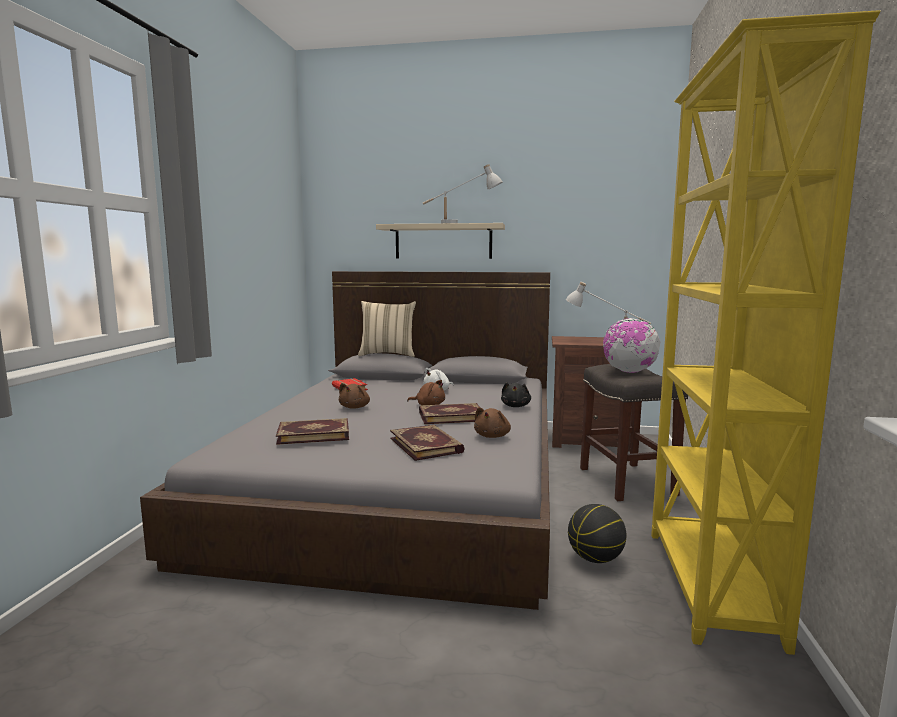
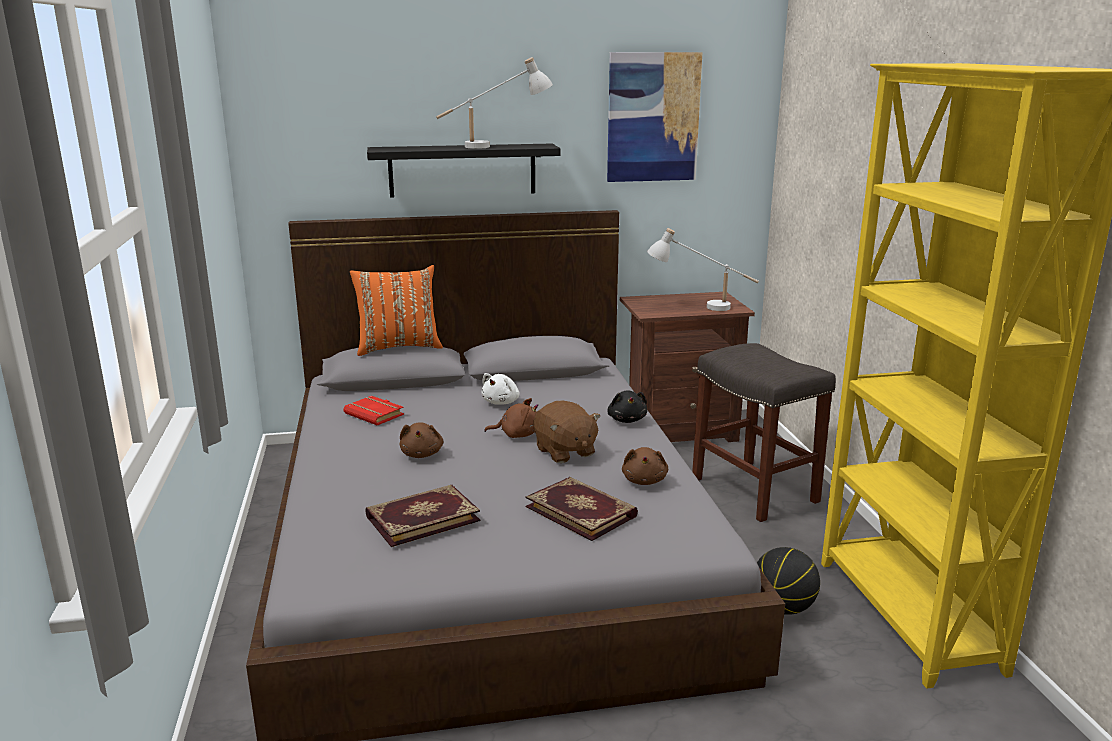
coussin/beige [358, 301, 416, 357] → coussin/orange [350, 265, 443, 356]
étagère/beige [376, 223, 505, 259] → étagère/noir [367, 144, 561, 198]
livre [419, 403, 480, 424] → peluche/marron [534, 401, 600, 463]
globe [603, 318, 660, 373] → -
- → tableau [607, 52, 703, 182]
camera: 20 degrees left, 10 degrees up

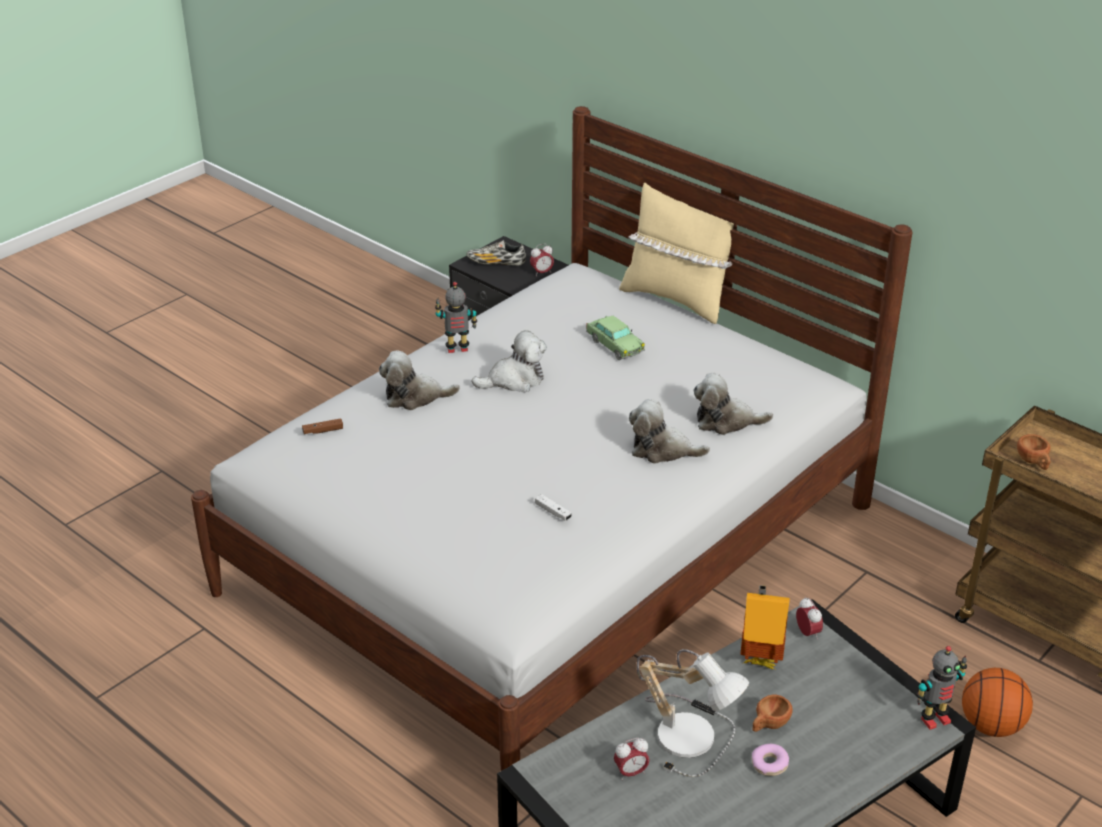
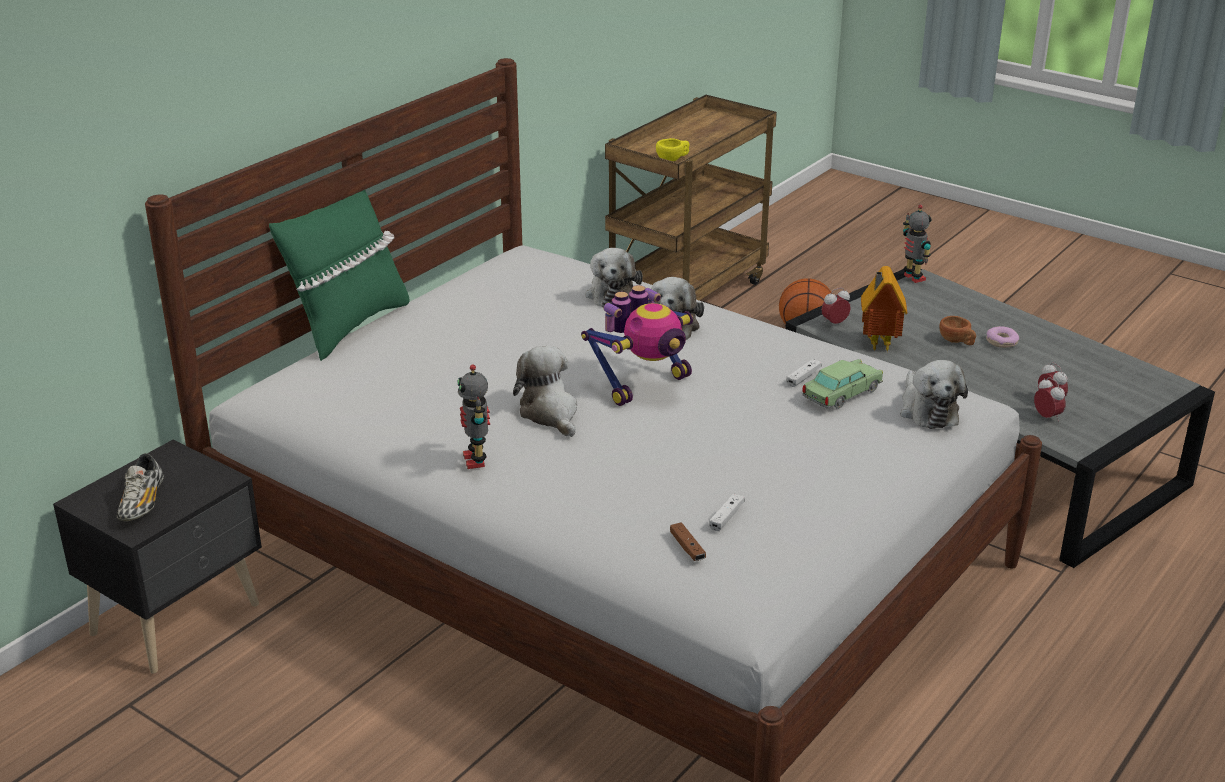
peluche [379, 350, 460, 410] → peluche [900, 360, 968, 429], relocated
réveil [530, 244, 554, 275] → réveil [1034, 377, 1066, 422], relocated
petite voiture [586, 316, 645, 360] → petite voiture [802, 359, 883, 409], relocated
coussin/beige [619, 183, 734, 324] → coussin/vert [269, 190, 410, 361]
lampe de table [637, 649, 749, 777] → -
tasse/marron [1017, 434, 1050, 470] → tasse/jaune [656, 138, 690, 161]
- → robot jouet [581, 285, 693, 406]
- → manette/blanc [709, 493, 744, 531]
camera: 95 degrees left, 5 degrees down

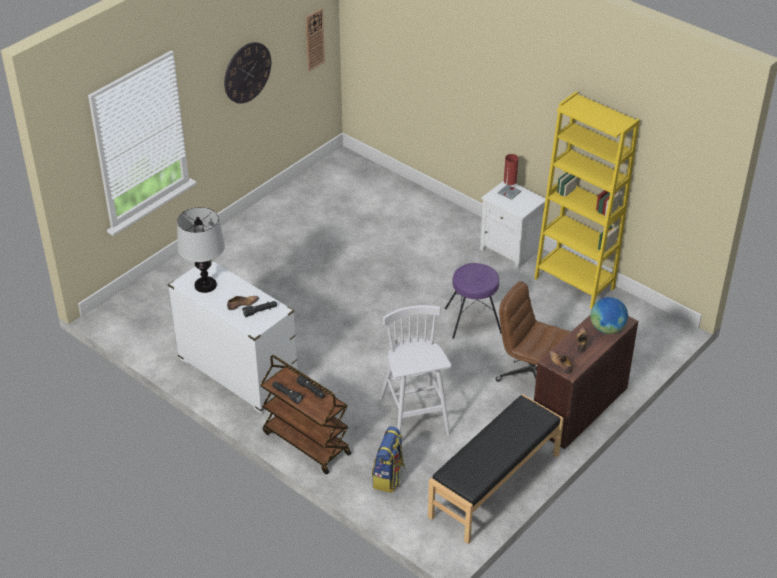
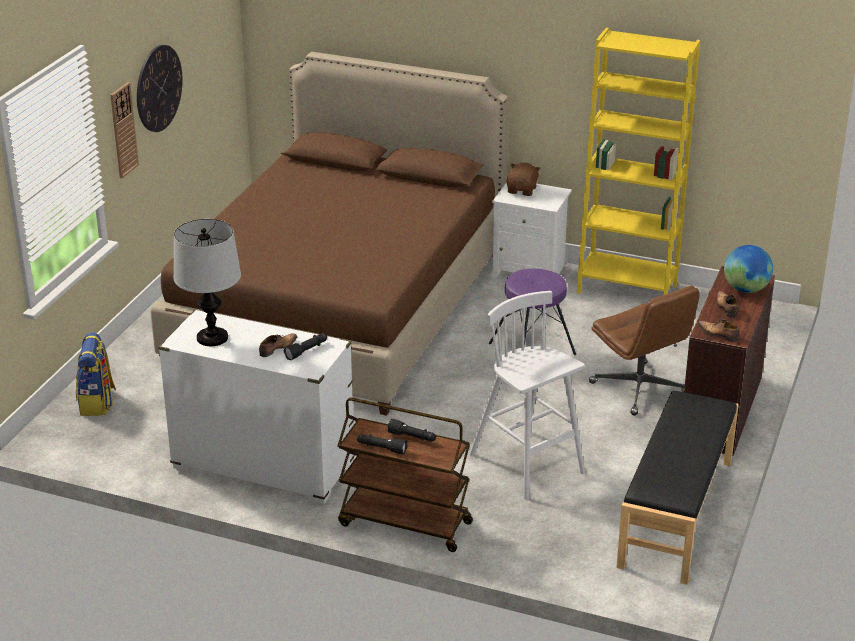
horloge murale [306, 8, 325, 71] → horloge murale [110, 82, 139, 178], relocated
sac à dos [372, 426, 406, 493] → sac à dos [76, 332, 116, 416], relocated
chaise de bureau/marron [495, 281, 571, 382] → chaise de bureau/marron [589, 285, 700, 415], 135 degrees counterclockwise
lampe de table/rouge [498, 154, 521, 200] → peluche/marron [506, 162, 541, 196]
- → lit/marron [150, 52, 508, 416]
camera: 20 degrees left, 10 degrees down

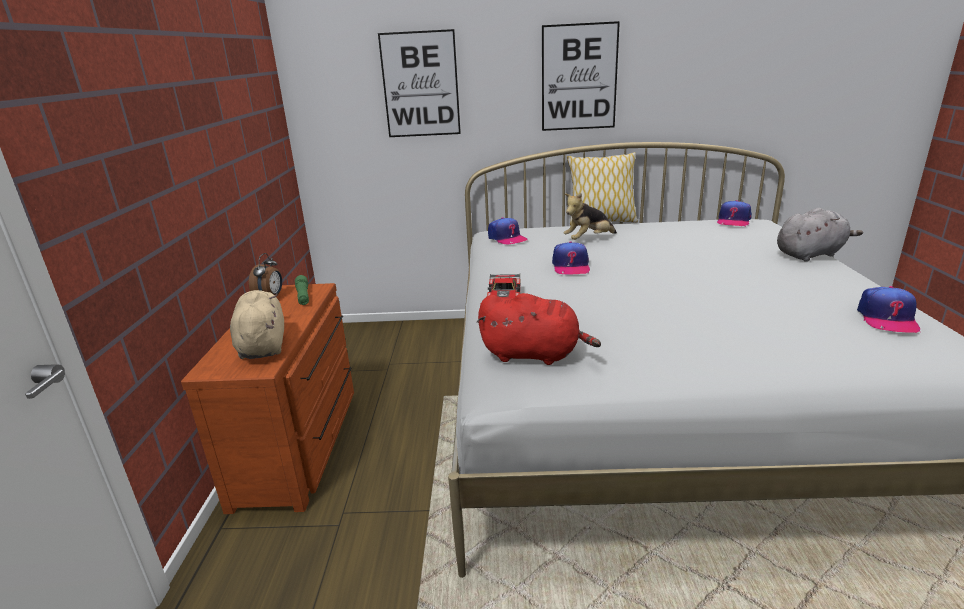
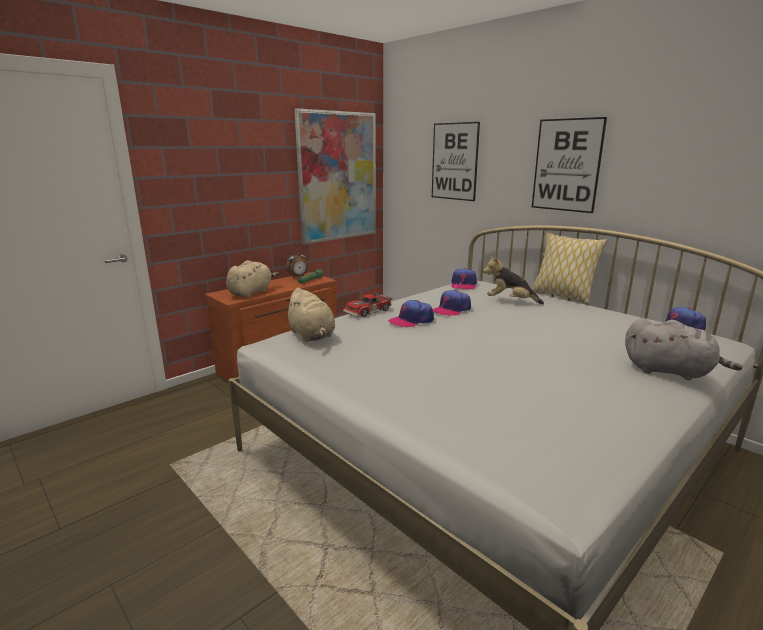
peluche/rouge [477, 293, 601, 365] → peluche/beige [285, 288, 335, 342]
casquette [857, 286, 921, 333] → casquette [388, 300, 434, 327], relocated
- → tableau [295, 108, 376, 245]
camera: 45 degrees right, 5 degrees down

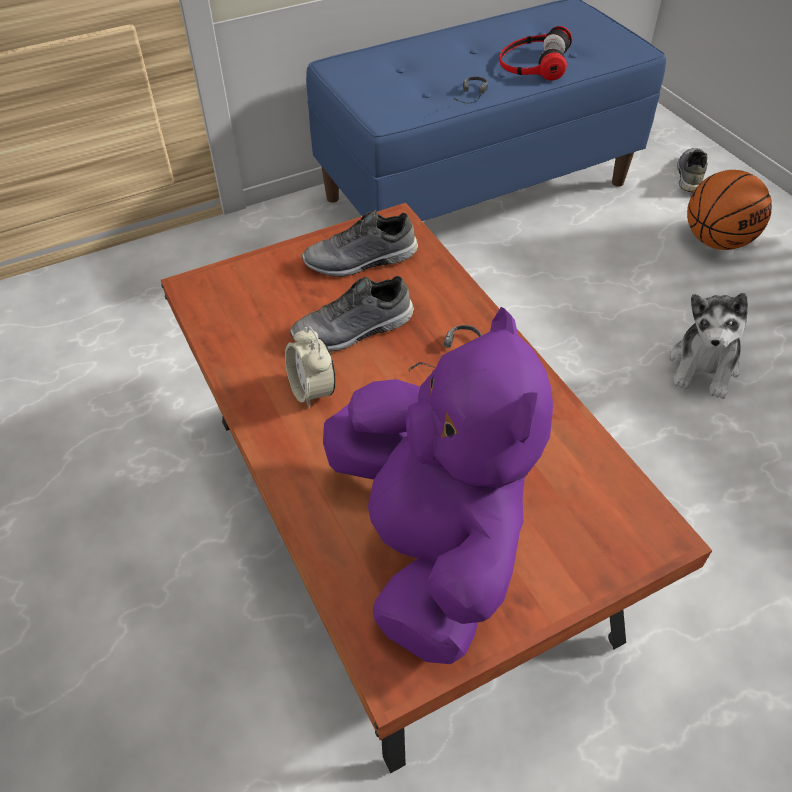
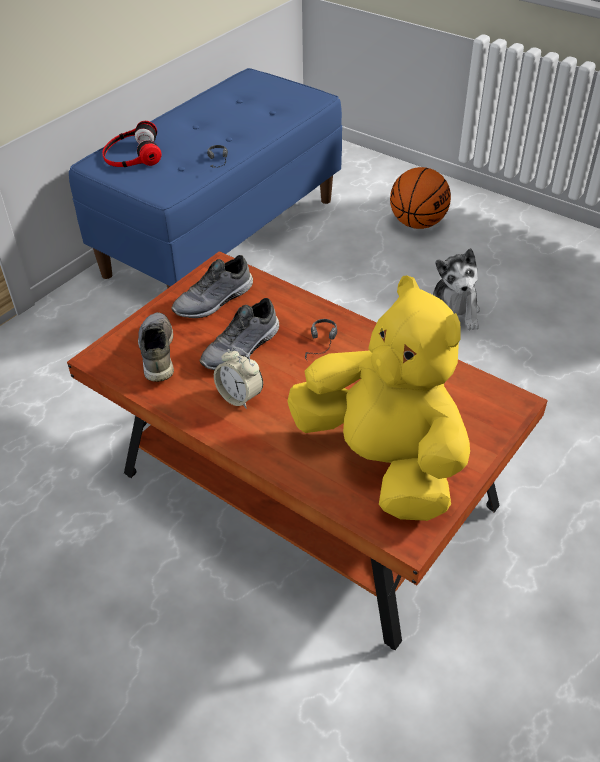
peluche/violet [323, 307, 553, 664] → peluche/jaune [287, 275, 470, 521]
casque audio [499, 26, 572, 81] → casque audio [102, 121, 162, 167], relocated
chaussure/gris [677, 148, 707, 192] → chaussure/gris [138, 312, 174, 382], relocated
camera: 25 degrees left, 5 degrees down

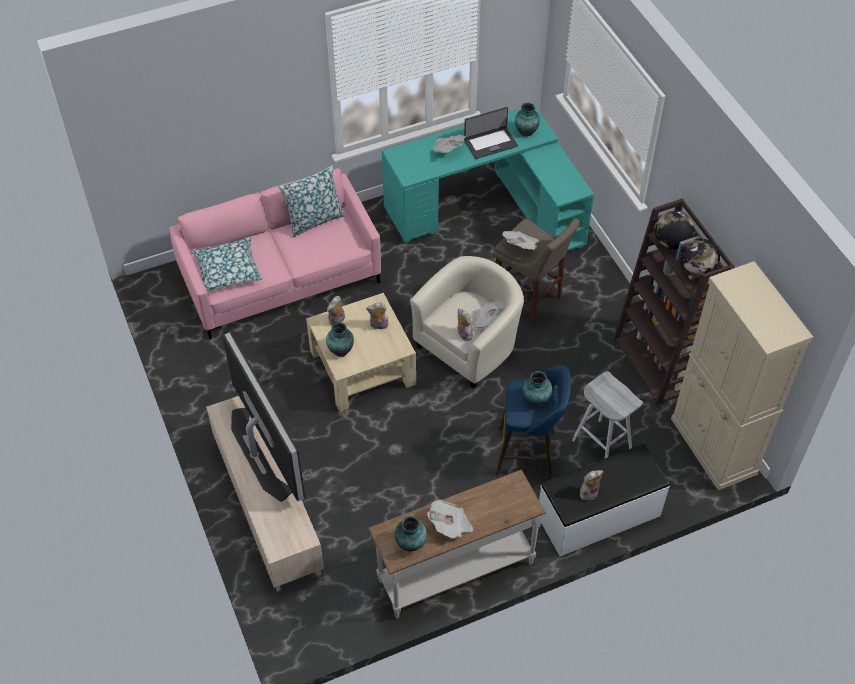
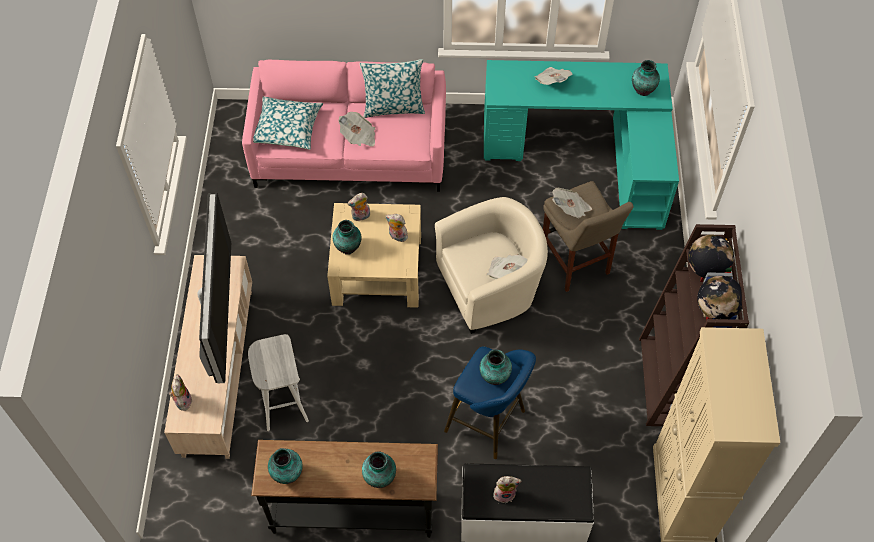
table console/blanc [368, 469, 546, 619] → table console/noir [251, 440, 438, 538]
journal [427, 499, 473, 539] → journal [338, 112, 375, 147], relocated
peluche [457, 309, 473, 341] → peluche [169, 374, 192, 411], relocated
ordinateur portable [464, 107, 518, 159] → -
tabouret/blanc [572, 371, 643, 458] → tabouret/blanc [248, 334, 309, 431], relocated
- → vase [362, 451, 396, 488]
camera: 25 degrees right, 5 degrees up

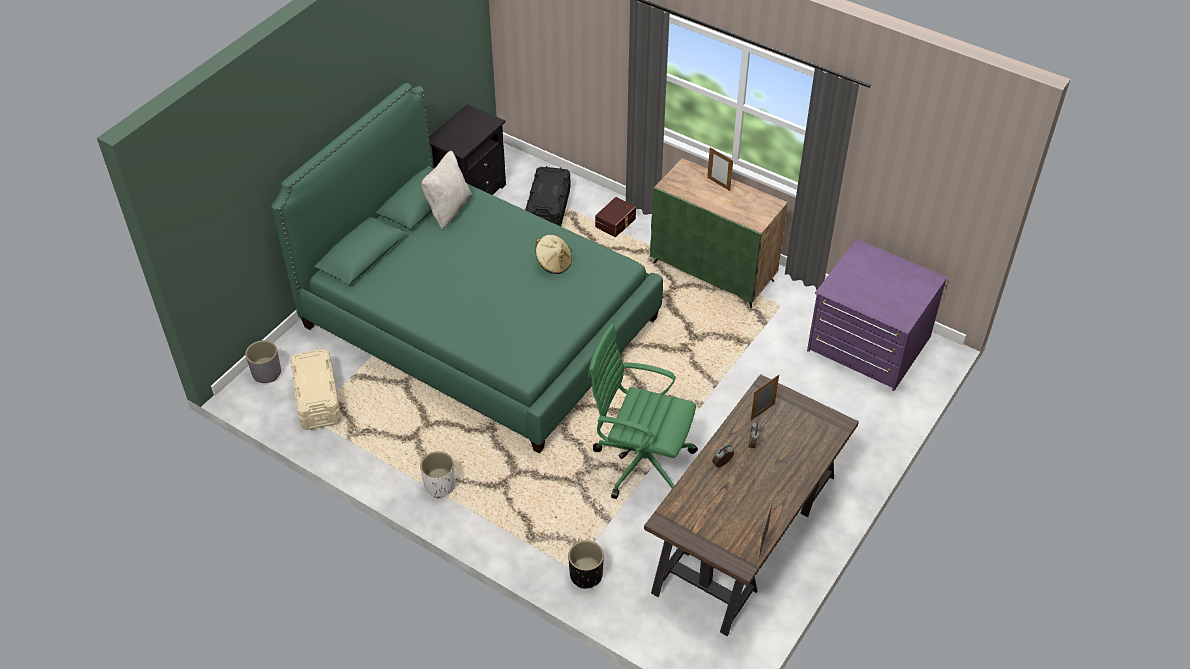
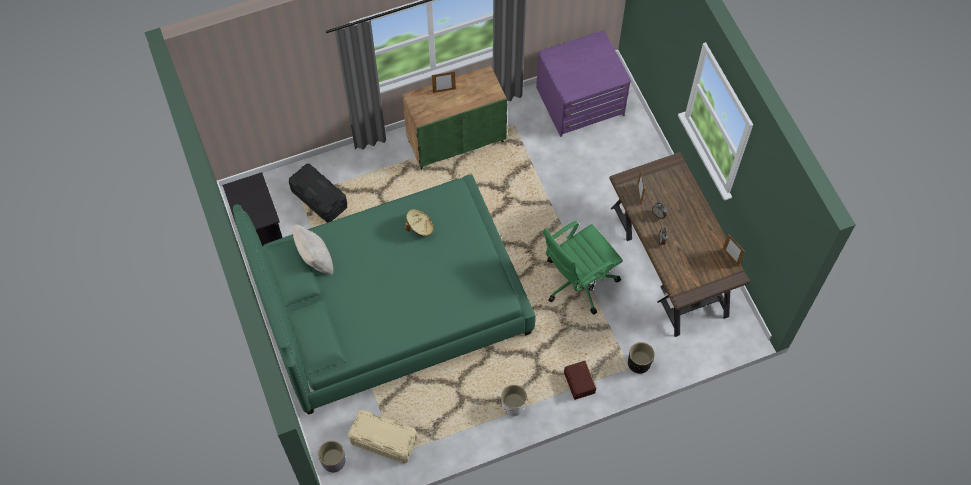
boîte de rangement/marron [595, 197, 636, 237] → boîte de rangement/marron [564, 361, 596, 400], relocated
camera: 55 degrees left, 15 degrees up

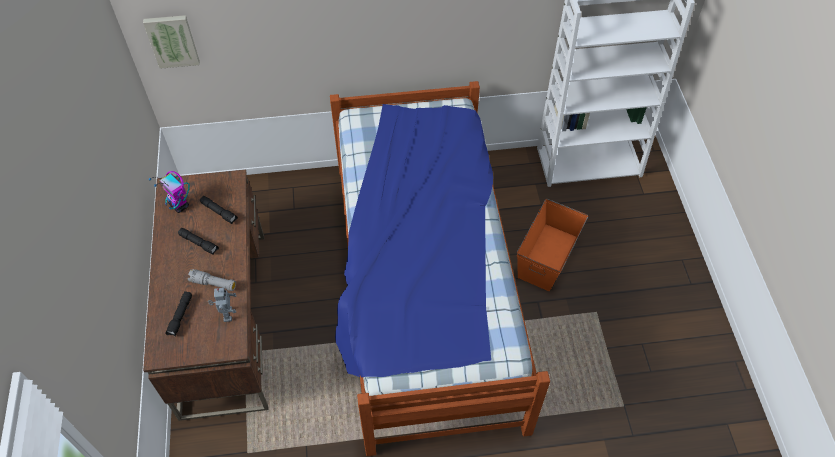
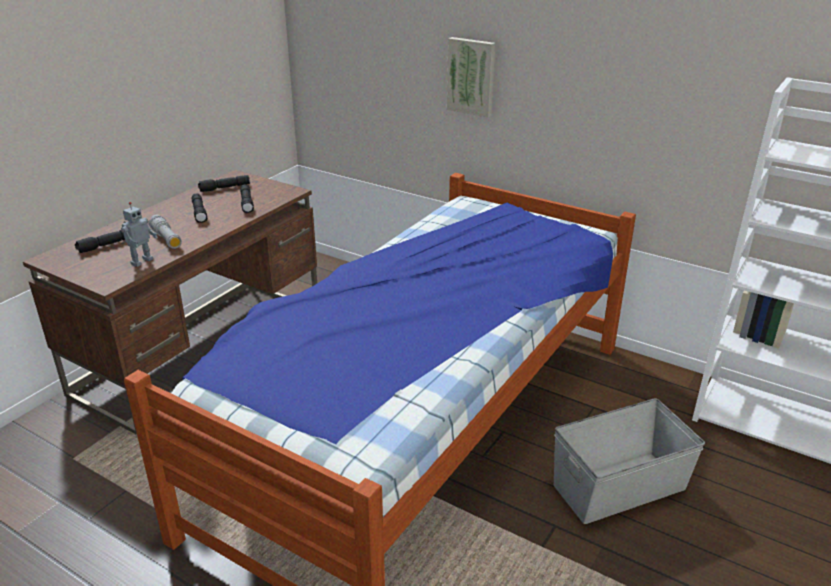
tableau [143, 15, 200, 69] → tableau [447, 37, 495, 117], relocated
robot jouet [149, 171, 190, 213] → lampe de poche/noir [198, 175, 250, 192]
boîte de rangement/orange [517, 199, 588, 291] → boîte de rangement/gris [554, 399, 705, 524]
camera: 40 degrees right, 25 degrees down

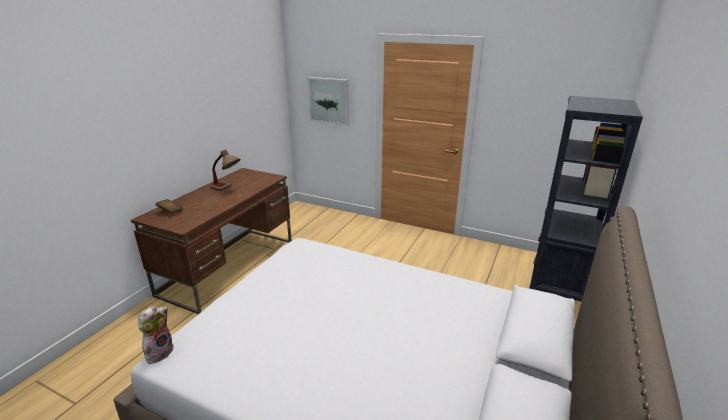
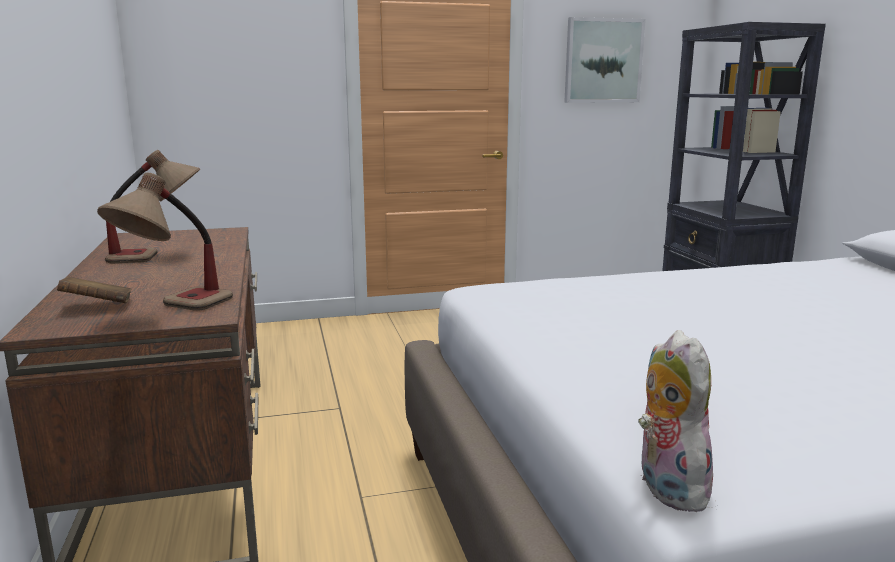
tableau [307, 77, 349, 126] → tableau [564, 17, 646, 103], relocated
- → lampe de table [97, 173, 233, 311]
camera: 40 degrees left, 10 degrees down

